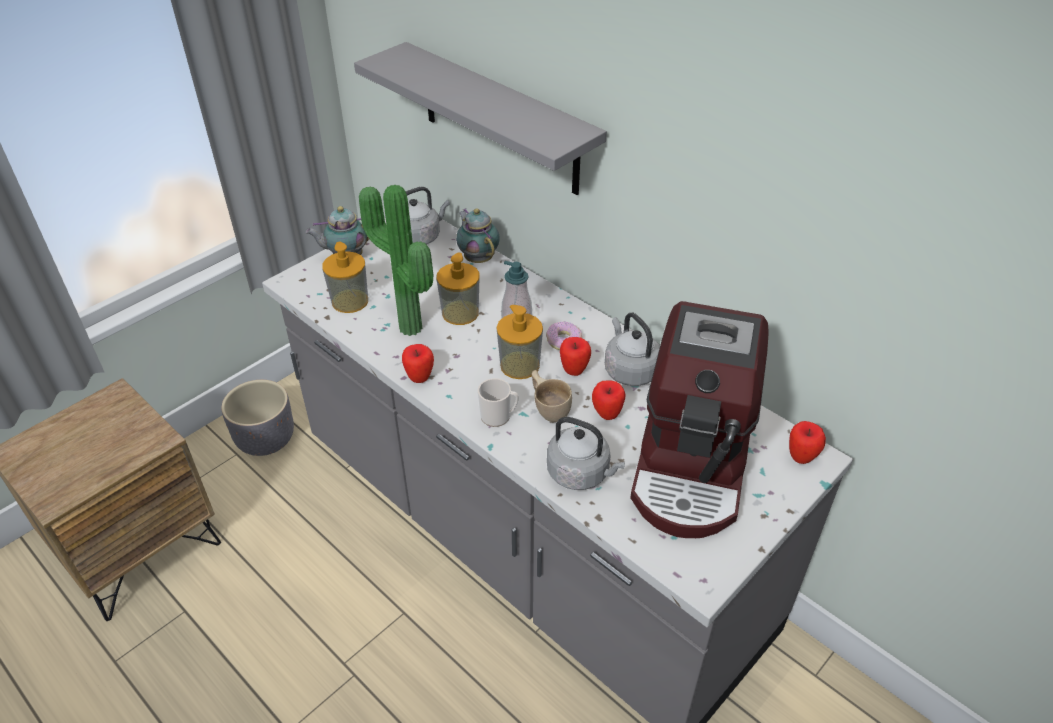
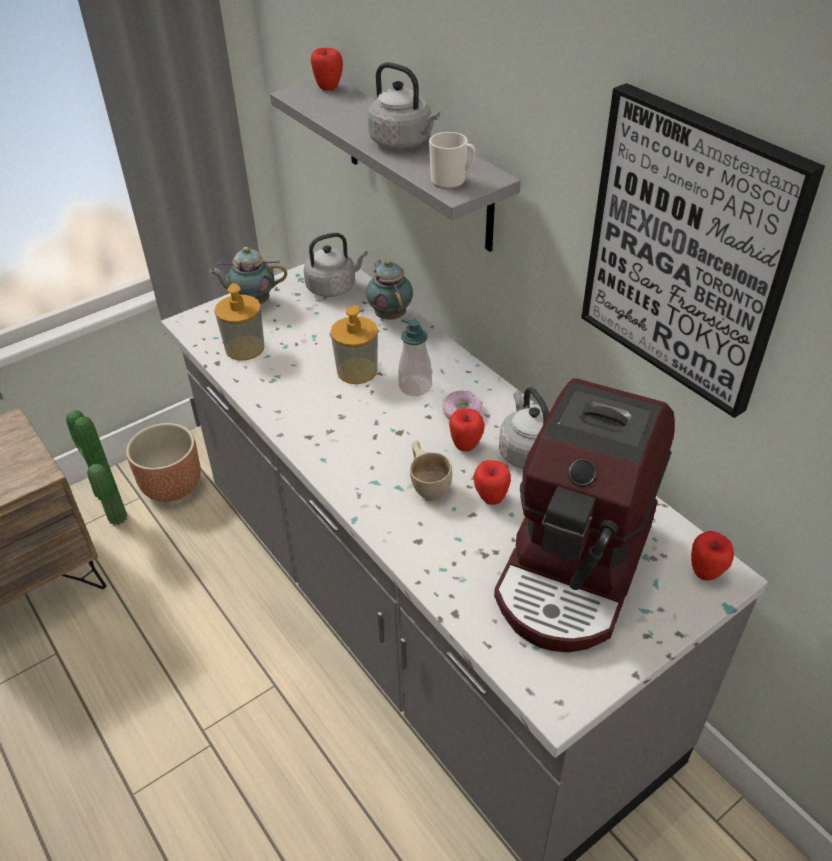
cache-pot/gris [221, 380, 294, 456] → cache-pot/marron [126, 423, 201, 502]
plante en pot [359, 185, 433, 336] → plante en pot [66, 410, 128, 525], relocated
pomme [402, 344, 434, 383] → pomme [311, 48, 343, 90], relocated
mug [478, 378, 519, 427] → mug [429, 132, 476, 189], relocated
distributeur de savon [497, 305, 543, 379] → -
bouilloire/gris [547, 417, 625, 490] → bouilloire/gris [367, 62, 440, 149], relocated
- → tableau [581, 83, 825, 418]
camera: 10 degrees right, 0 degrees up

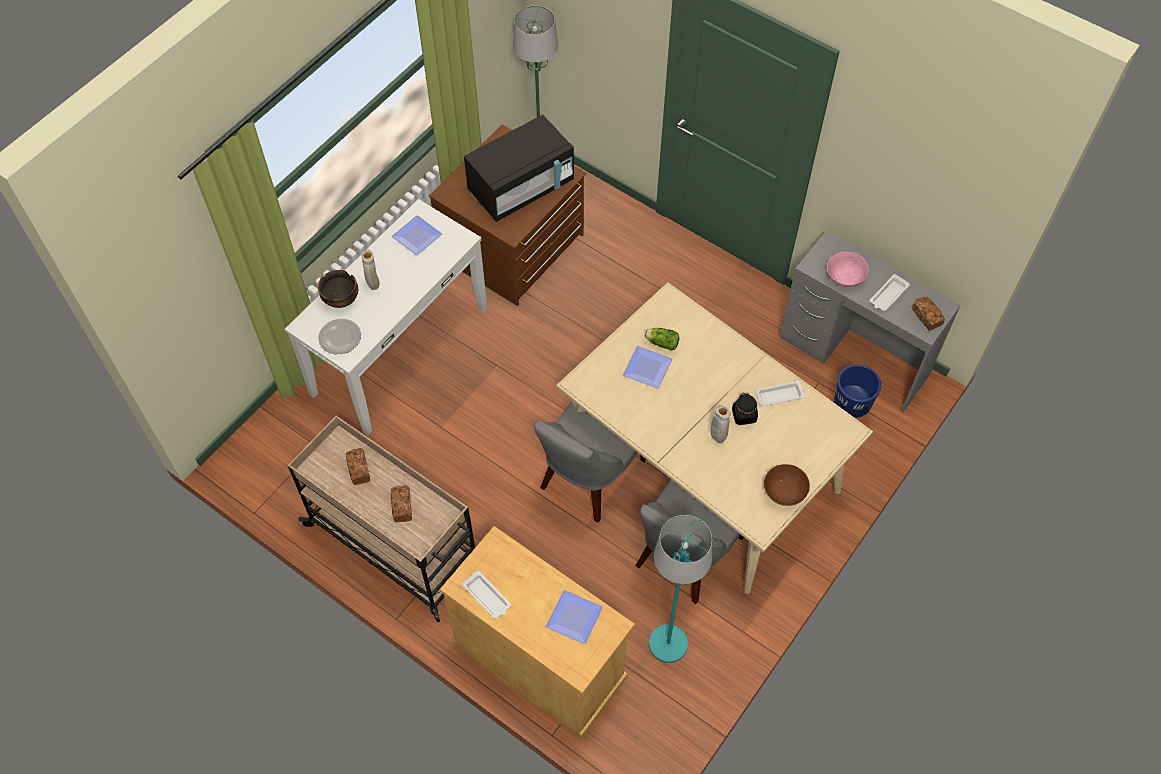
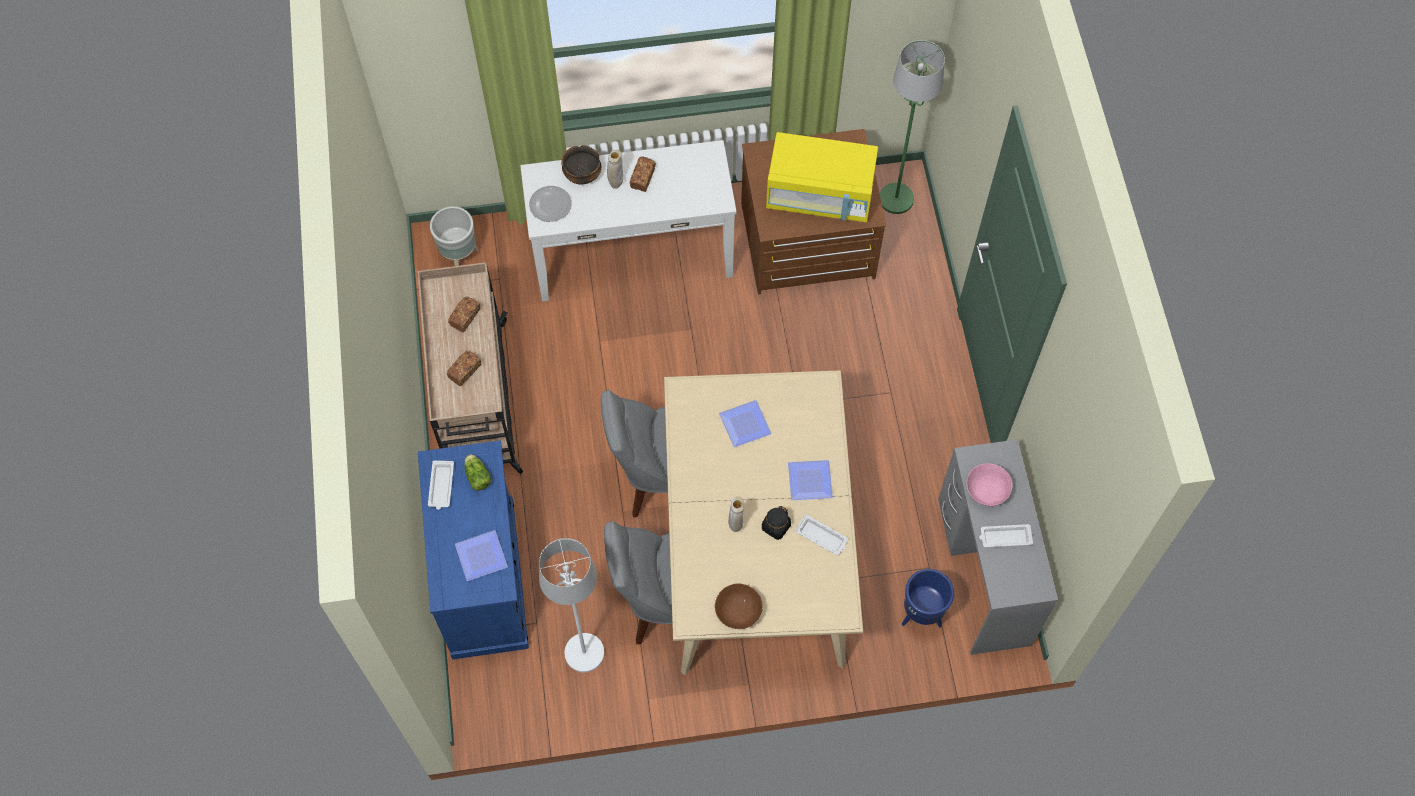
assiette [392, 215, 442, 256] → assiette [788, 460, 833, 500], relocated
meuble de rangement/beige [440, 526, 635, 740] → meuble de rangement/bleu [418, 440, 529, 659]
micro-ondes/noir [464, 115, 574, 222] → micro-ondes/jaune [766, 132, 878, 222]
laitue [644, 328, 679, 351] → laitue [465, 454, 491, 491], relocated
lampadaire/turquoise [649, 515, 712, 663] → lampadaire/blanc [539, 538, 604, 672]
pain [912, 297, 945, 331] → pain [630, 156, 656, 192], relocated
- → cache-pot/gris [430, 206, 479, 266]
camera: 45 degrees right, 5 degrees up

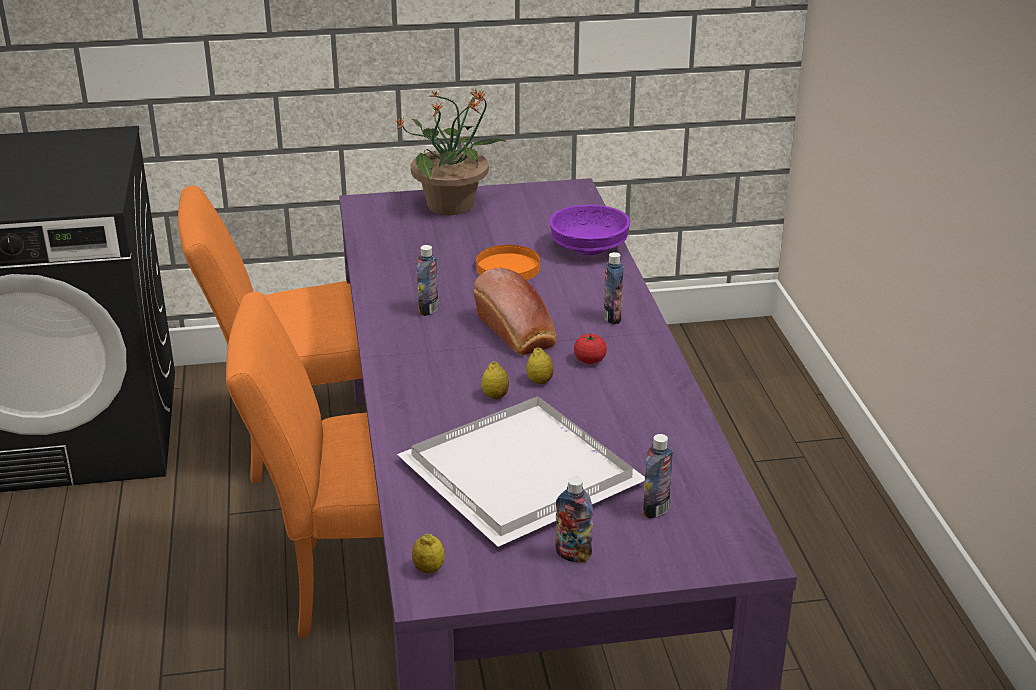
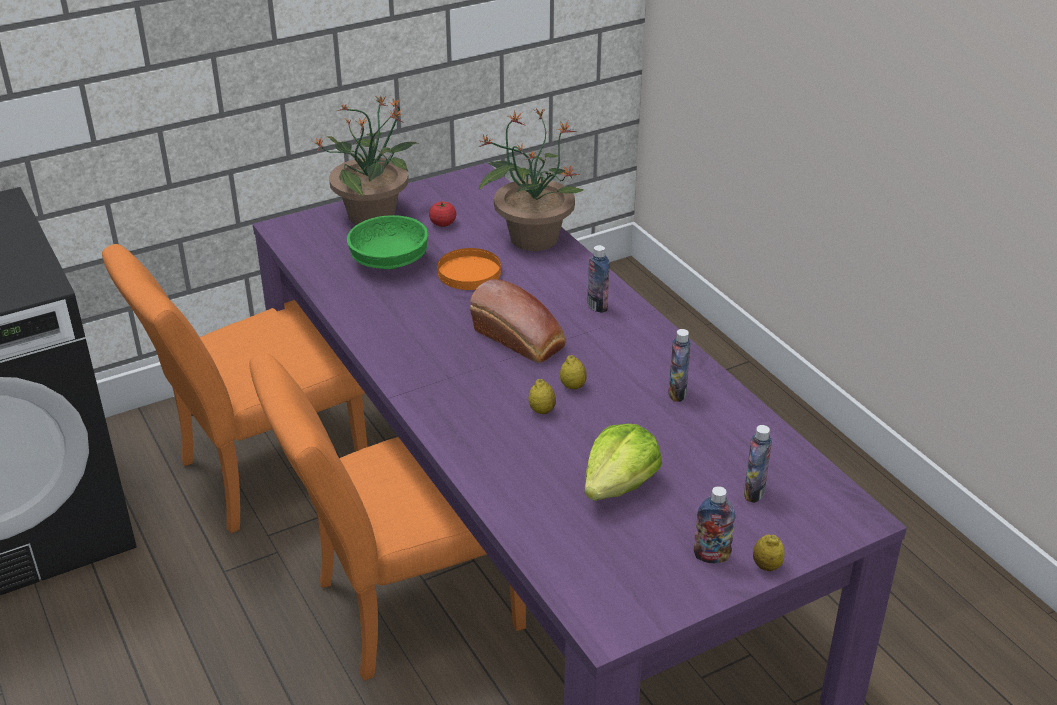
plateau/blanc [397, 396, 645, 547] → laitue [584, 424, 662, 501]
citron [412, 534, 444, 573] → citron [753, 535, 785, 571], relocated
bouteille [417, 245, 438, 316] → bouteille [668, 329, 691, 402], relocated
bol/violet [549, 205, 630, 255] → plante en pot [478, 109, 583, 251]
tomate [574, 334, 607, 364] → tomate [429, 202, 456, 227], relocated
- → bol/vert [347, 215, 428, 269]
camera: 20 degrees left, 5 degrees up

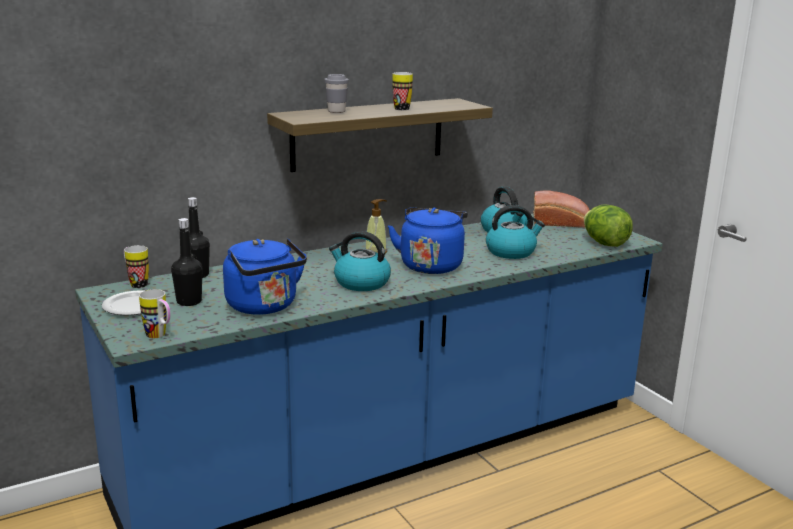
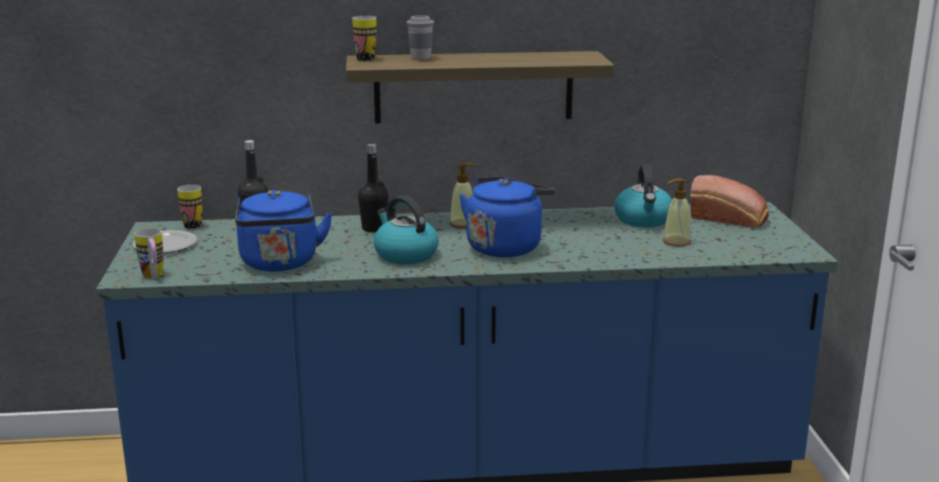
bouteille/noir [171, 218, 203, 306] → bouteille/noir [358, 144, 389, 232], relocated
mug [393, 72, 413, 110] → mug [352, 16, 377, 61], relocated
bouilloire [486, 205, 545, 259] → -
laitue [584, 204, 633, 247] → -
- → distributeur de savon [663, 179, 691, 246]
camera: 25 degrees right, 0 degrees up

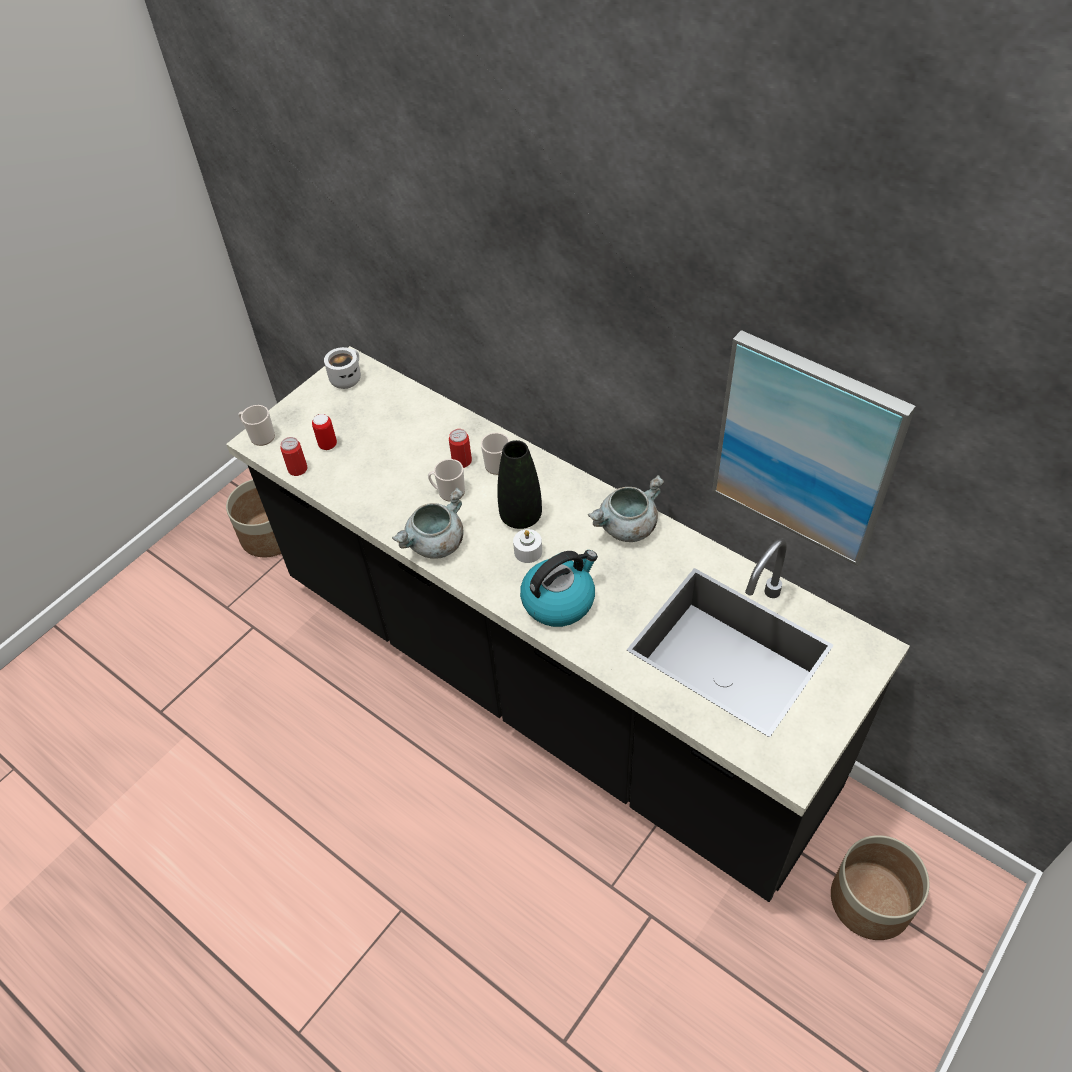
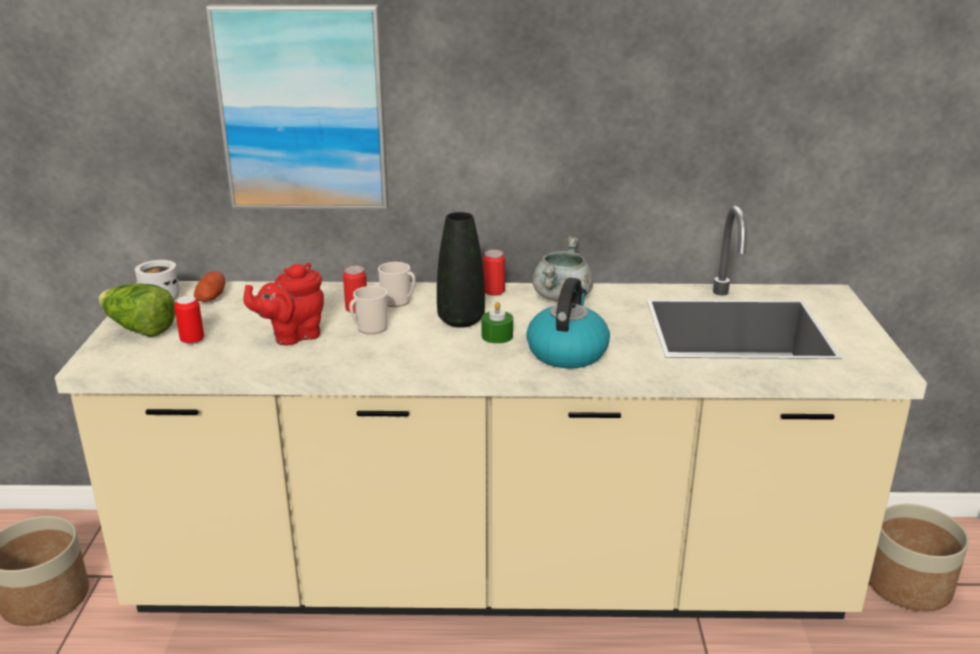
comptoir de cuisine/noir [226, 346, 910, 902] → comptoir de cuisine/beige [55, 206, 927, 619]
mug [239, 405, 275, 446] → -
boîte métallique [280, 437, 308, 476] → boîte métallique [483, 250, 505, 296], relocated
marmite/gris [392, 487, 464, 559] → -
bougie/blanc [513, 529, 542, 563] → bougie/vert [482, 302, 513, 344]
tableau [712, 330, 916, 566] → tableau [206, 5, 388, 210], relocated
- → laitue [98, 283, 176, 337]
- → pomme de terre [194, 271, 225, 302]
- → théière/rouge [243, 263, 324, 345]
camera: 40 degrees left, 25 degrees down

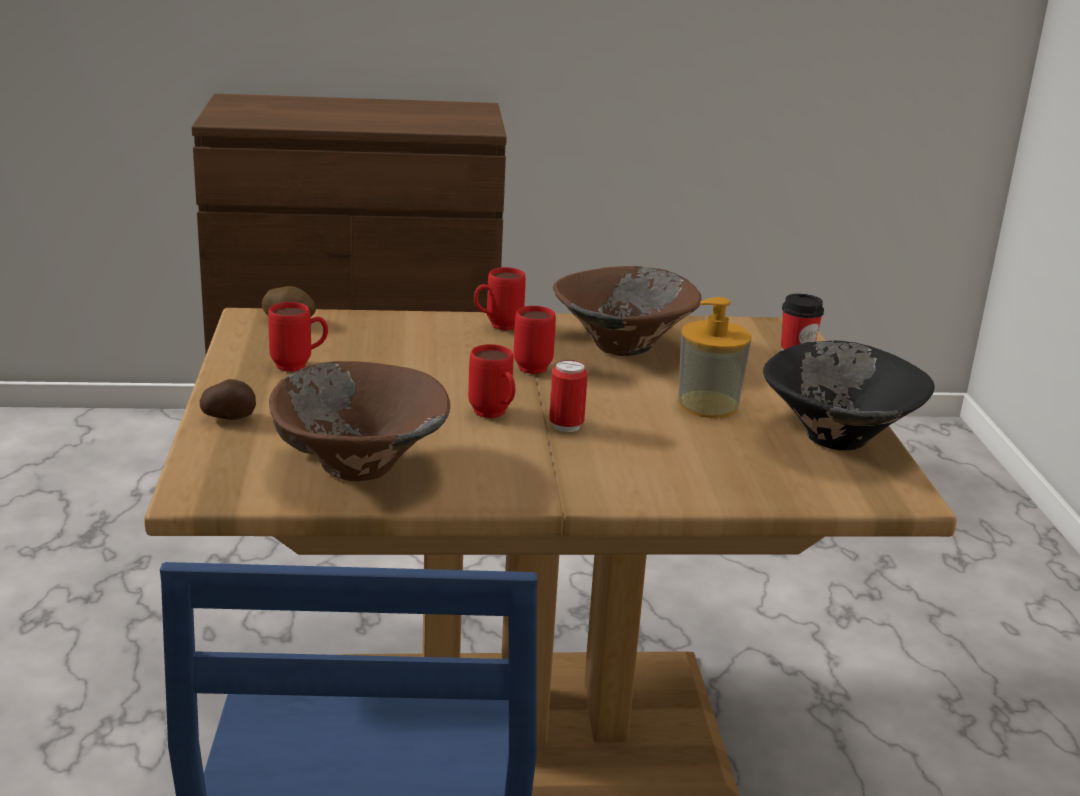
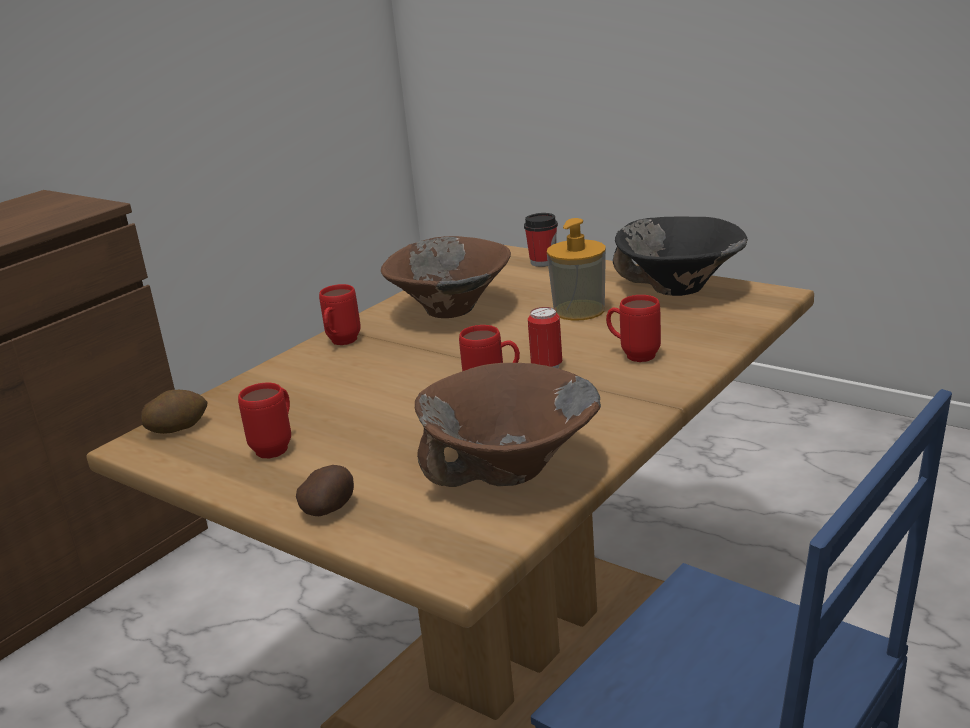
mug/rouge [514, 306, 556, 374] → mug/rouge [606, 295, 661, 362], relocated
camera: 45 degrees left, 0 degrees up

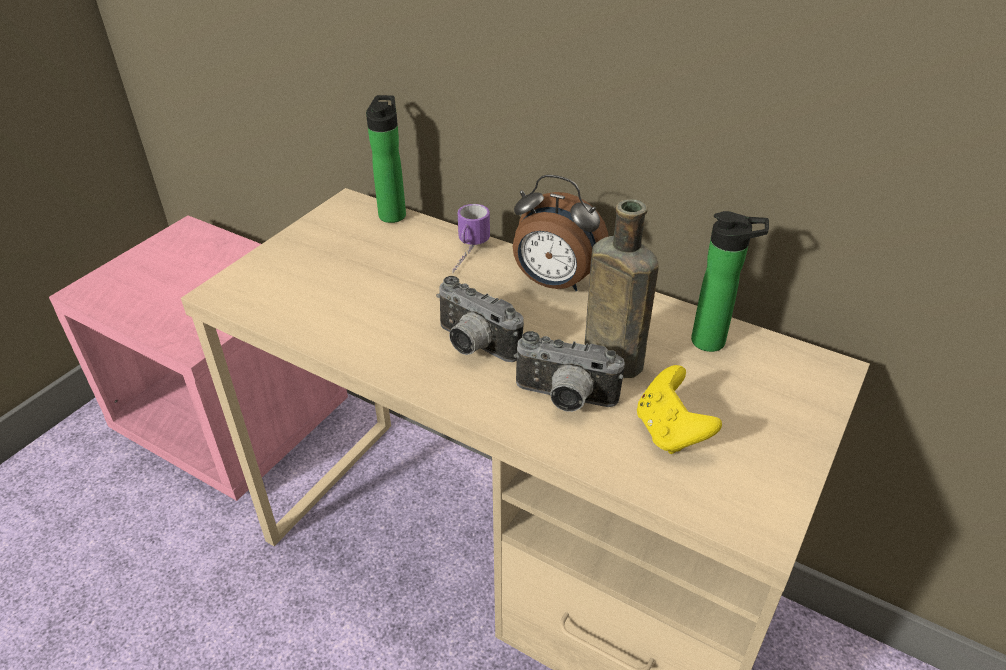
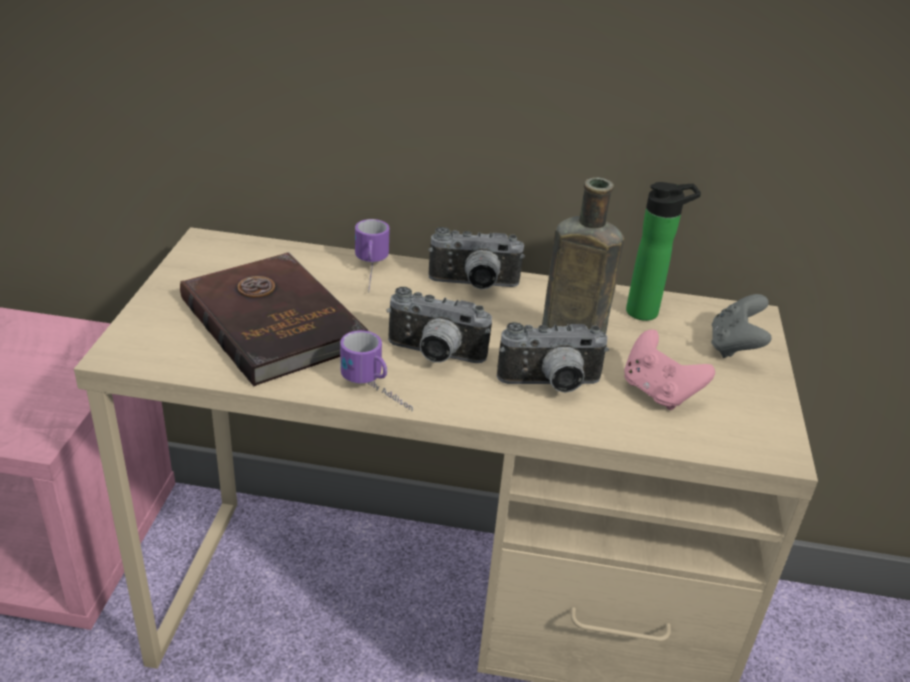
bouteille [366, 95, 406, 223] → -
réveil [513, 175, 608, 291] → appareil photo [428, 227, 525, 289]
manette/jaune [637, 365, 722, 454] → manette/rose [624, 329, 715, 410]
- → livre/marron [180, 252, 369, 386]
- → mug [340, 330, 413, 411]
- → manette/gris [711, 294, 772, 358]
camera: 25 degrees left, 5 degrees down

